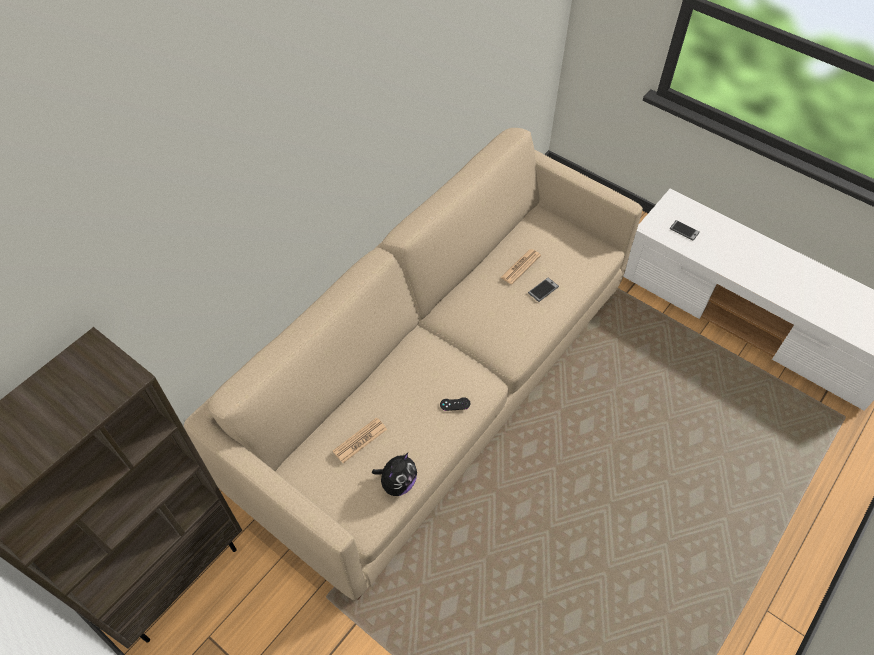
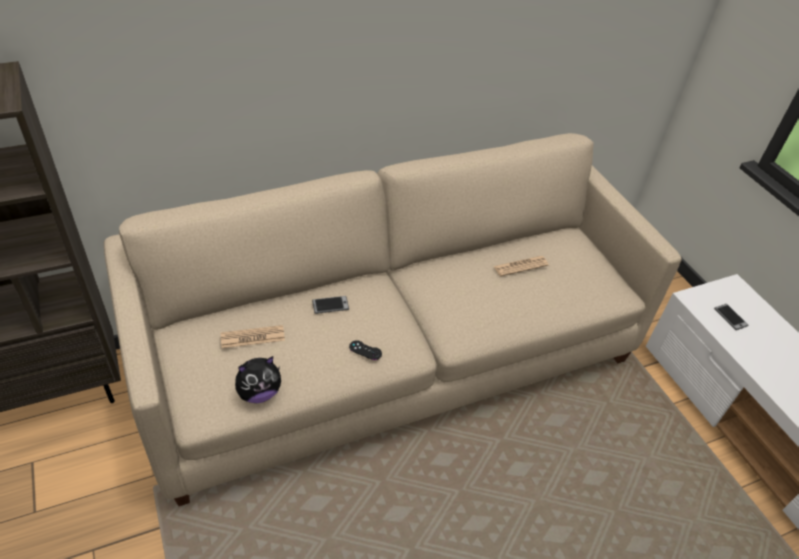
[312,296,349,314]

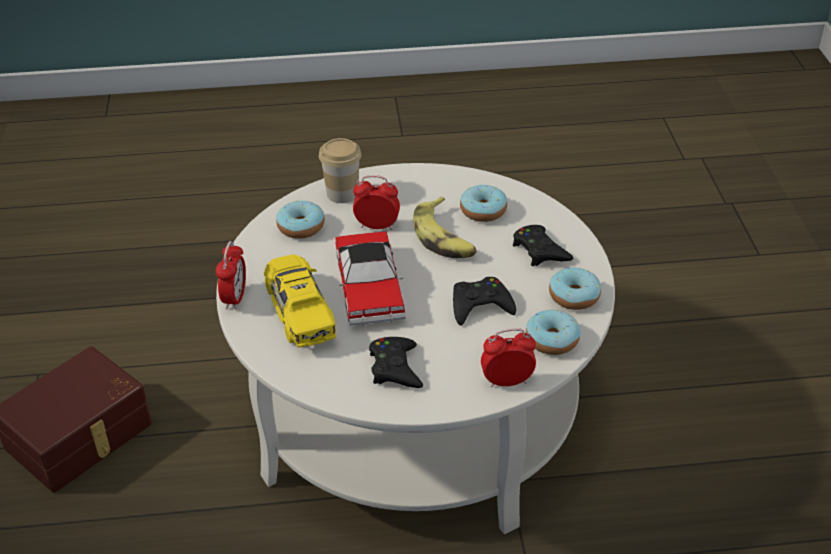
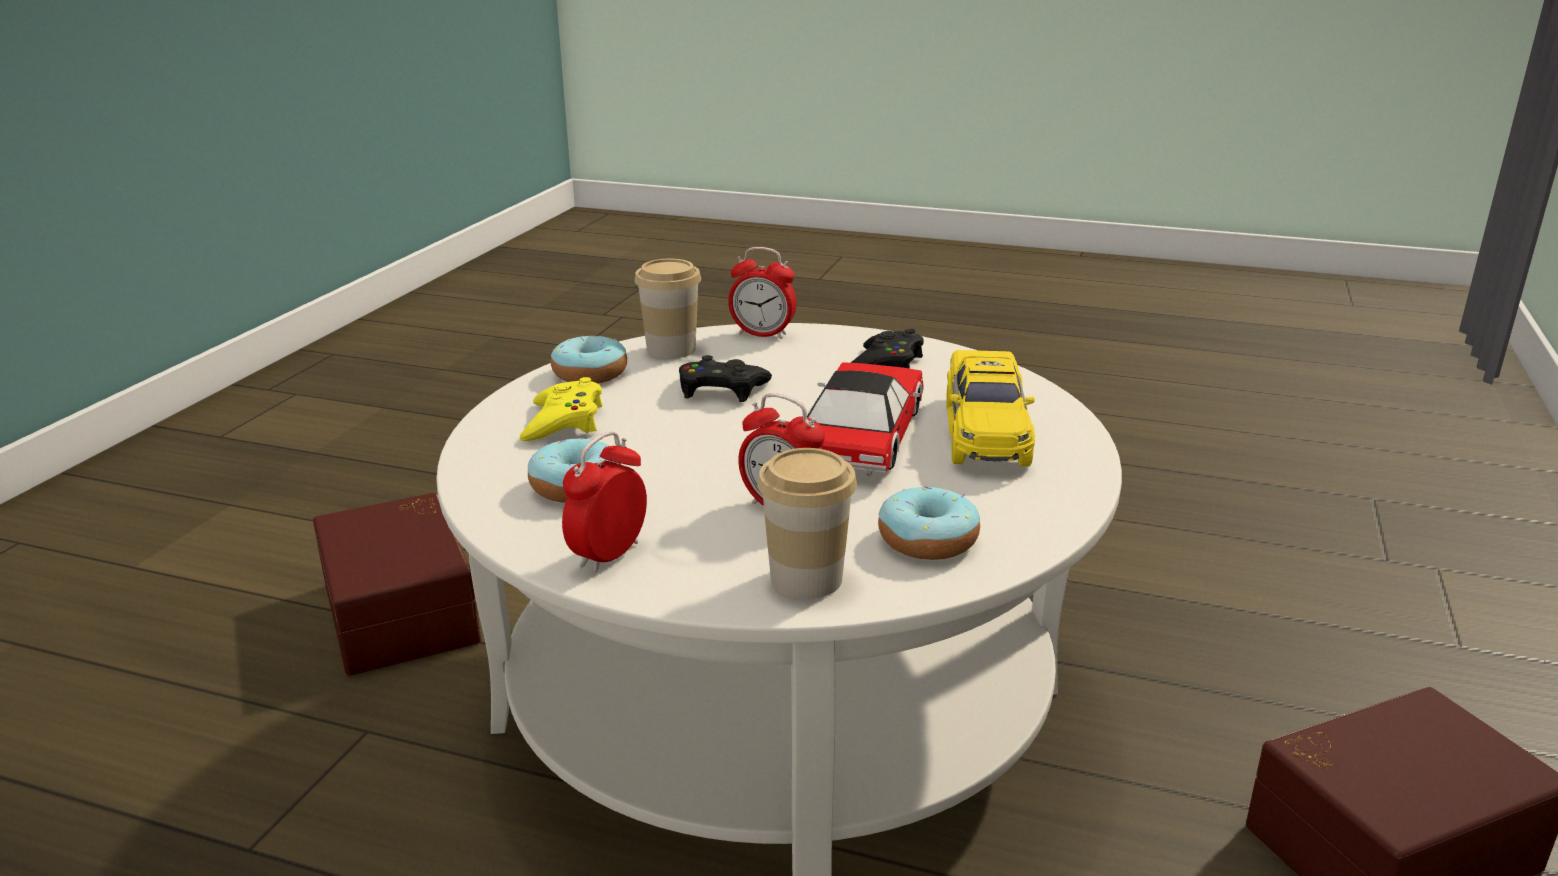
[313,493,481,676]
[520,377,603,441]
[562,431,647,572]
[635,259,701,359]
[413,197,477,258] (first image)

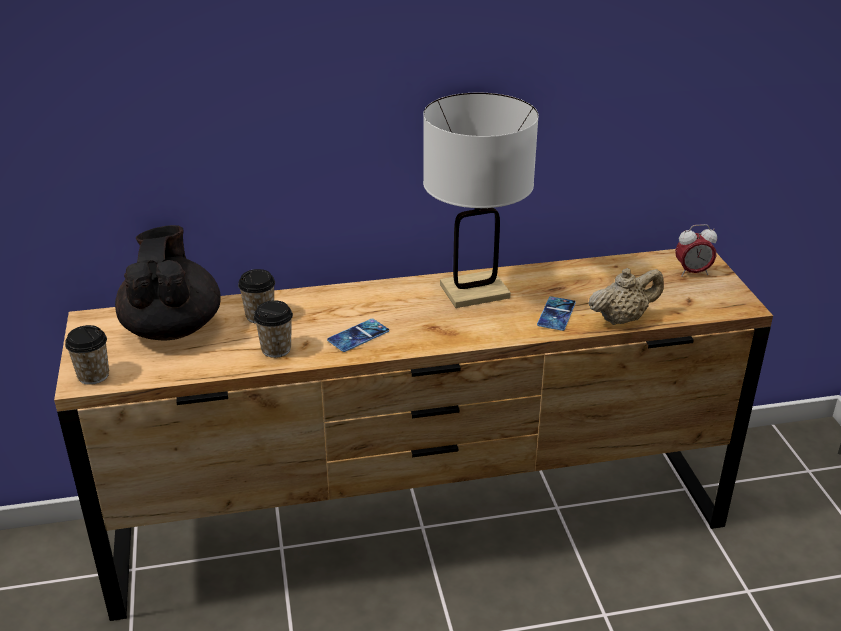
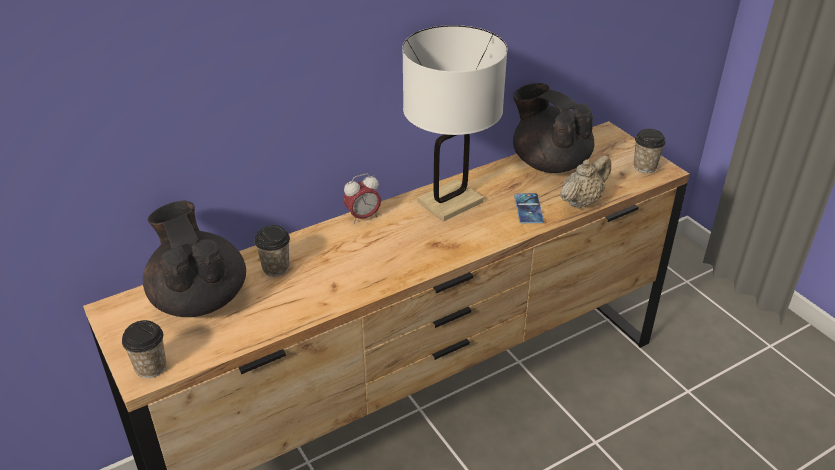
[343,174,381,224]
[513,83,594,173]
[634,129,666,173]
[327,319,389,352] (first image)

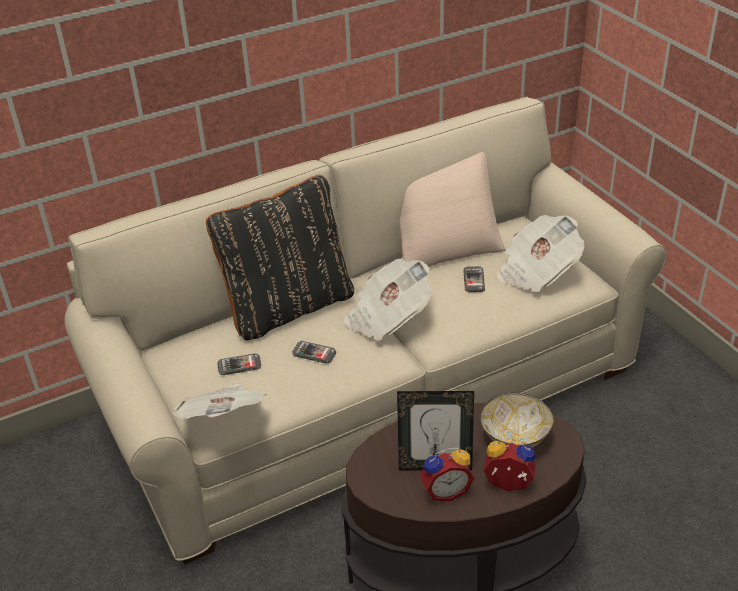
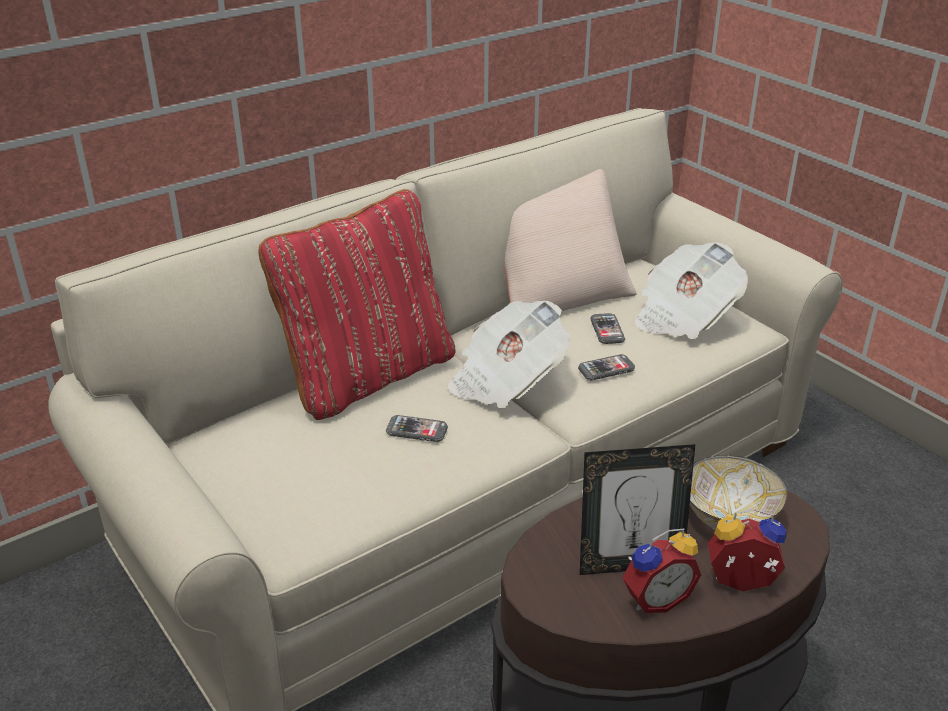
[258,189,456,420]
[578,354,635,380]
[172,383,267,419] (first image)

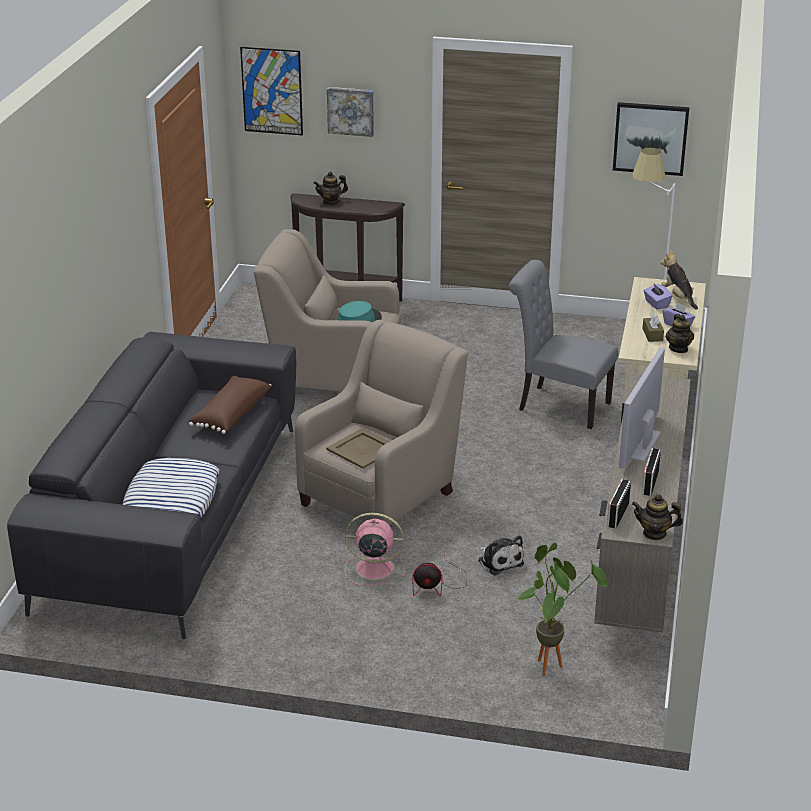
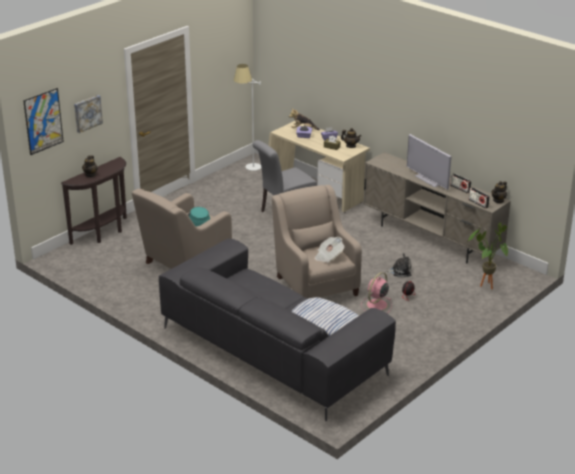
[314,237,344,263]
[188,376,272,434] (first image)
[613,102,689,176] (first image)

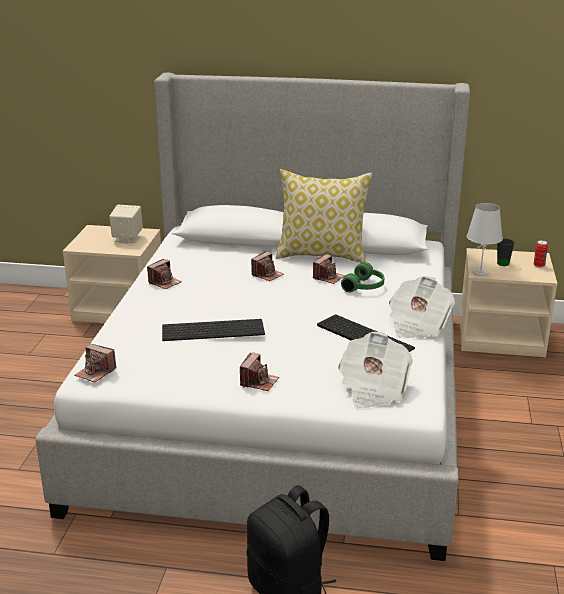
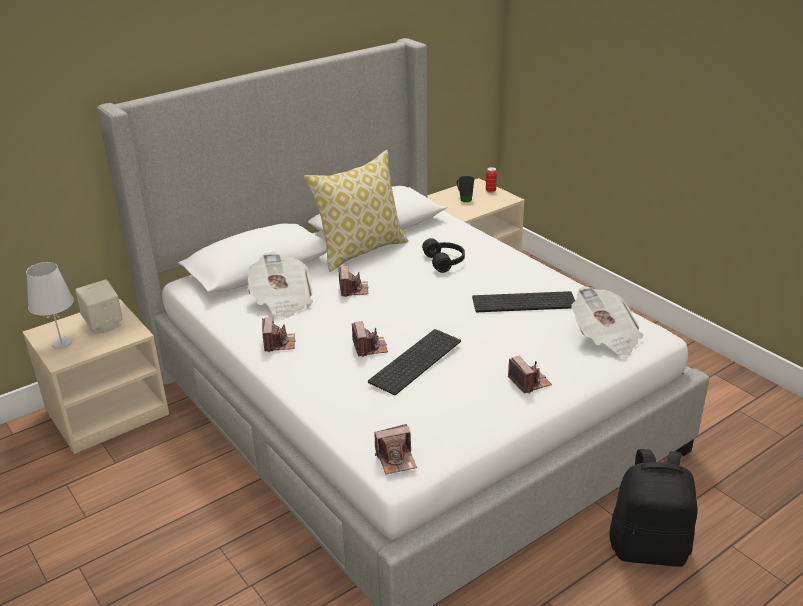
[26,262,74,349]
[248,252,313,320]
[352,321,388,357]
[422,238,465,273]

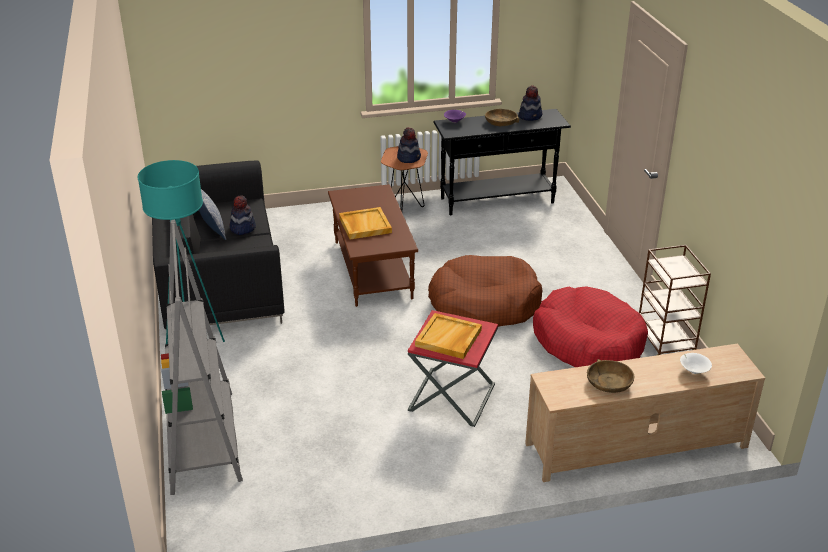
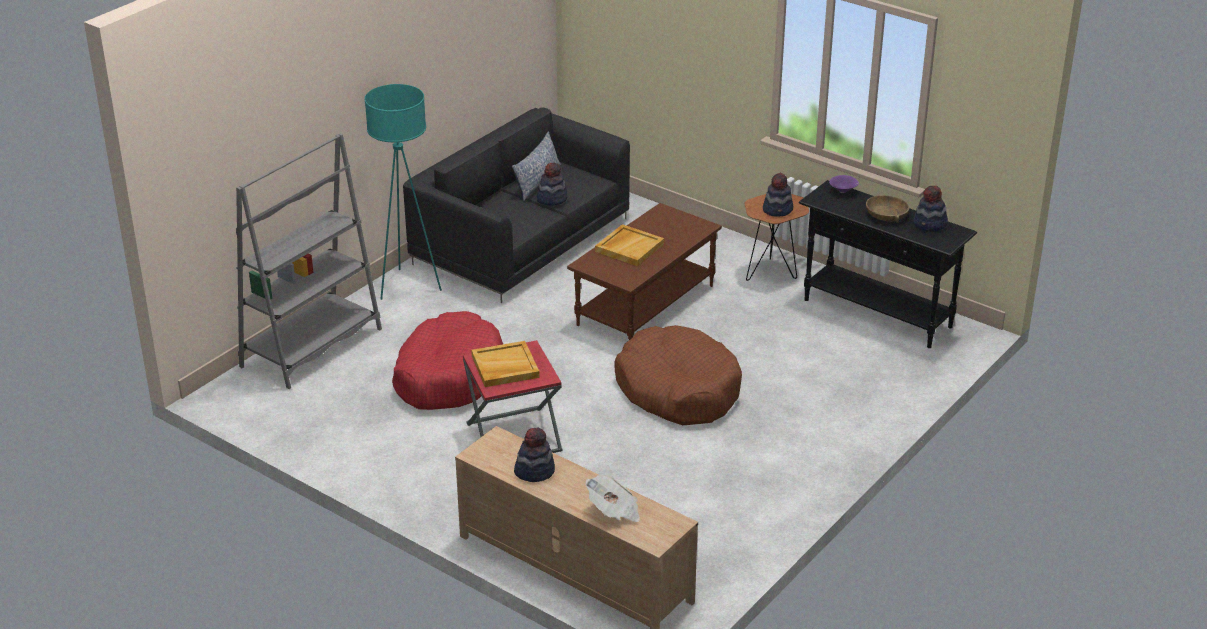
[392,311,503,410]
[514,428,555,482]
[585,475,640,522]
[639,245,711,355] (first image)

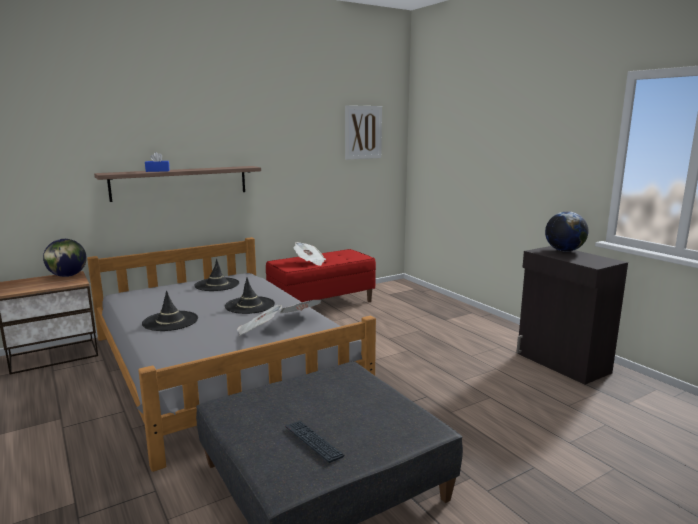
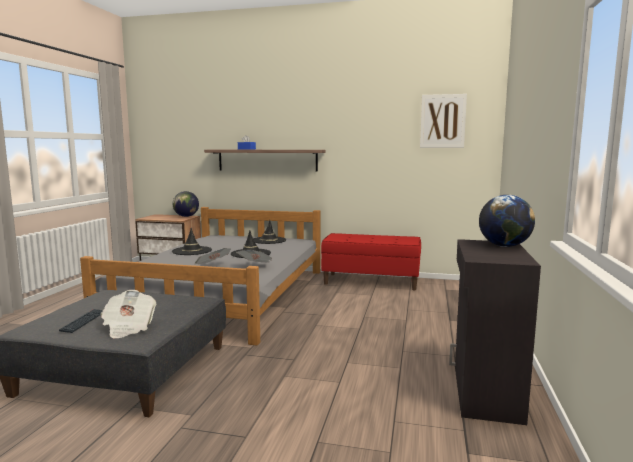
[101,290,156,339]

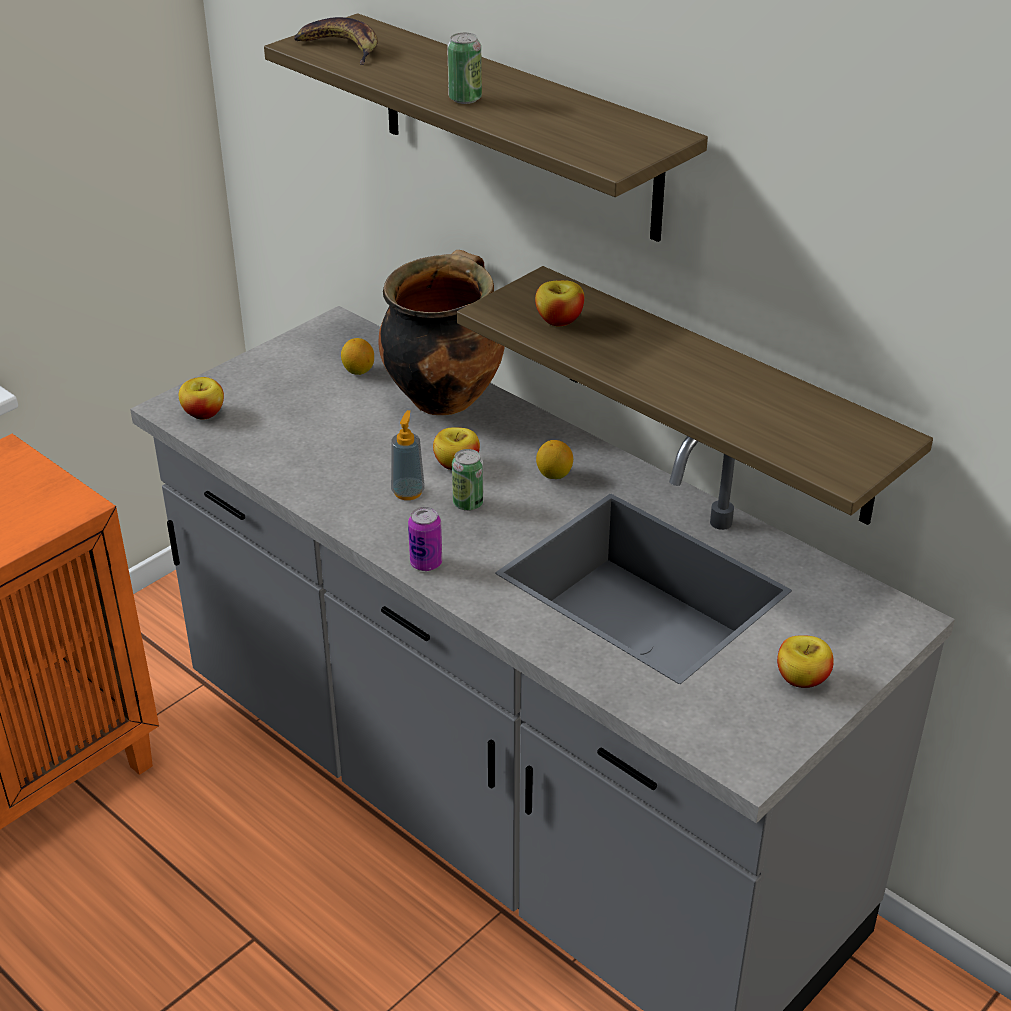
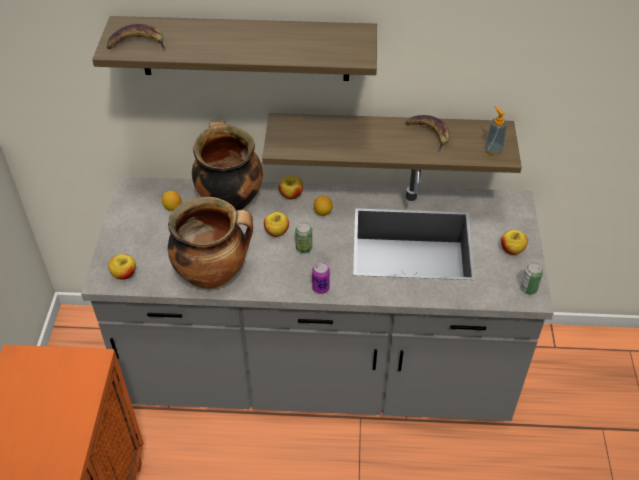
[168,197,253,289]
[279,176,303,199]
[406,115,450,152]
[484,106,507,156]
[520,262,543,295]

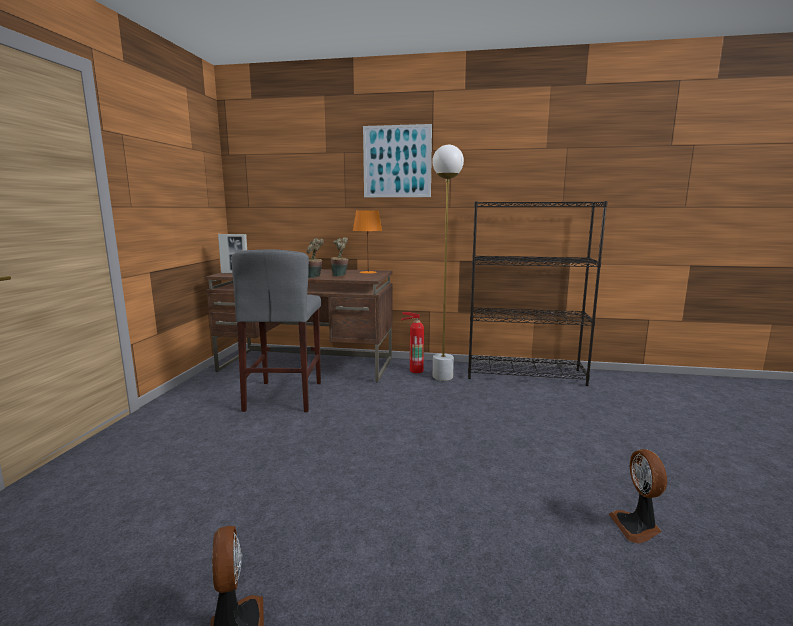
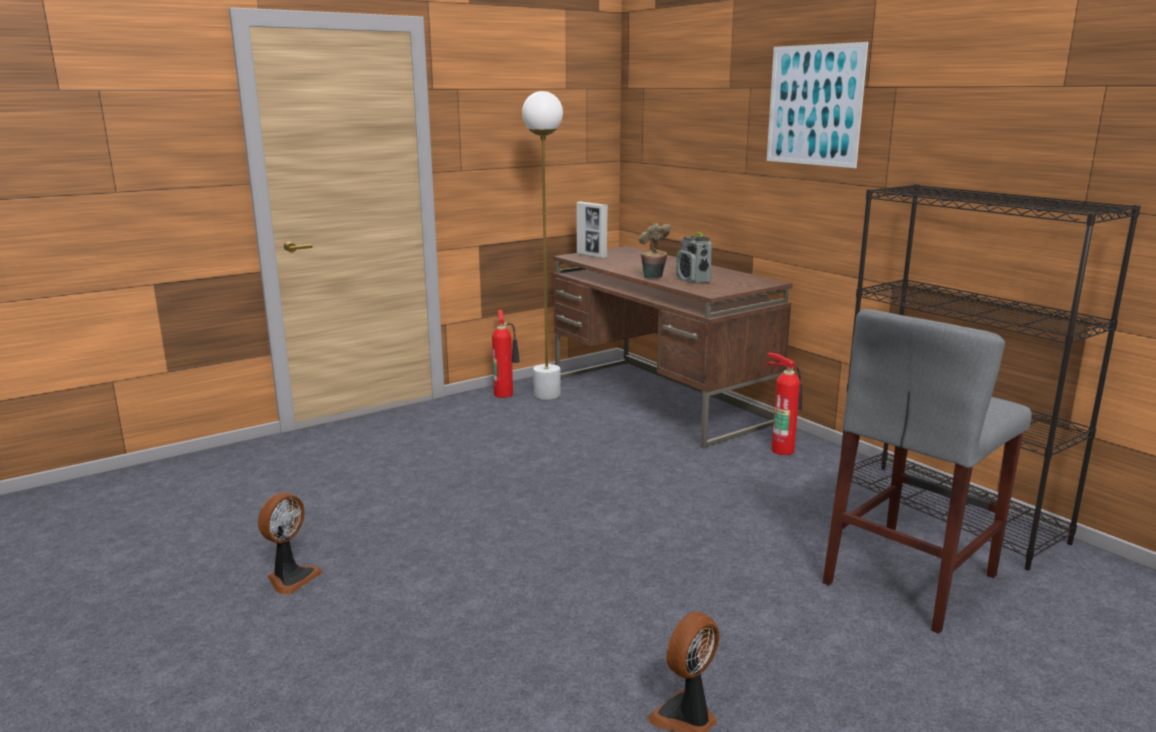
[492,310,520,398]
[522,91,563,400]
[676,232,712,284]
[823,309,1032,634]
[353,211,382,274] (first image)

